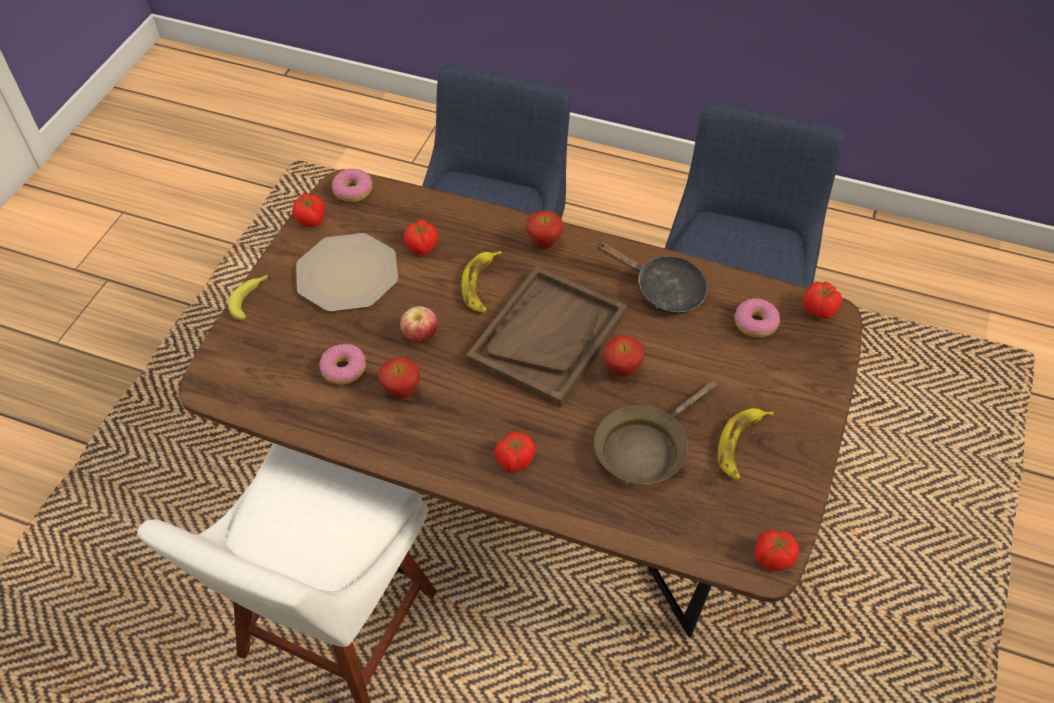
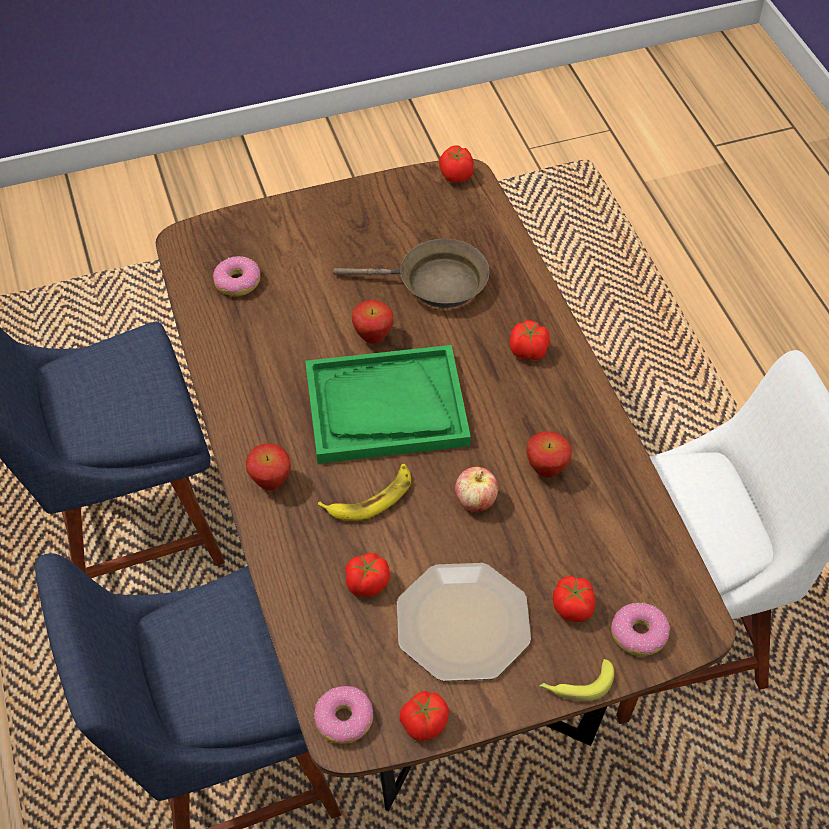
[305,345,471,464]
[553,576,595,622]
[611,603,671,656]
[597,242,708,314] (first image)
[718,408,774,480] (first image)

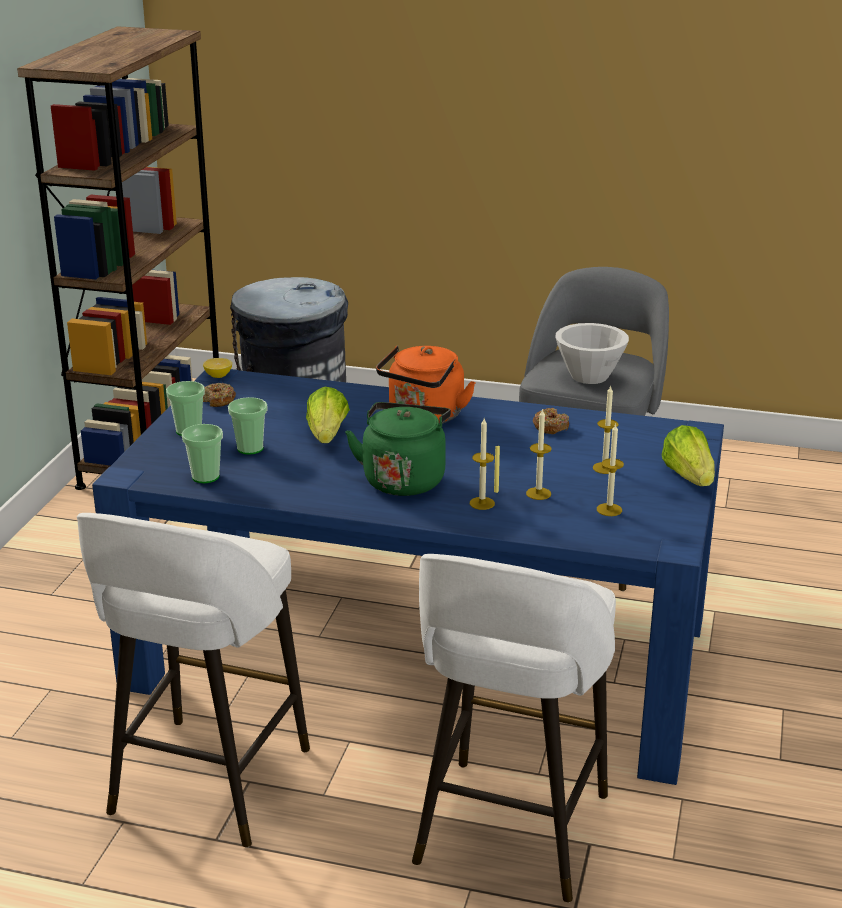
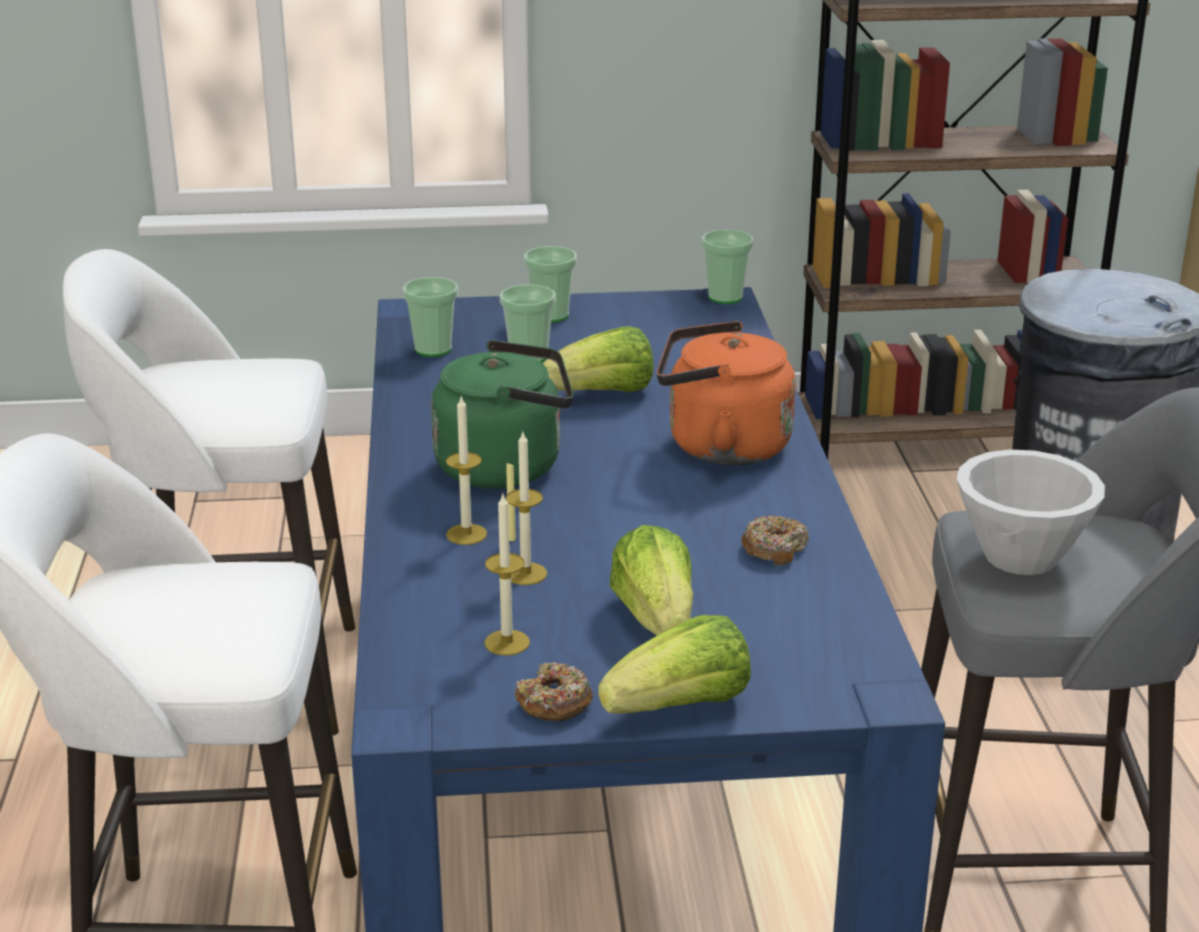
[515,662,593,721]
[610,525,693,636]
[702,230,754,304]

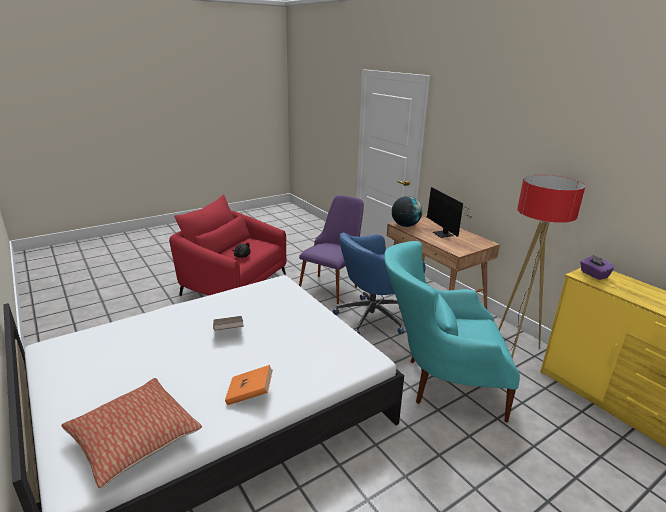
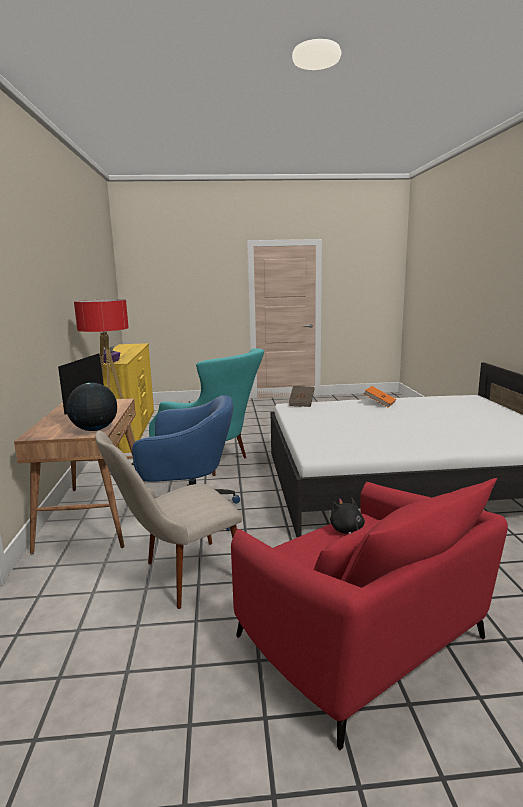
[95,431,242,609]
[289,386,315,407]
[61,378,202,489] (first image)

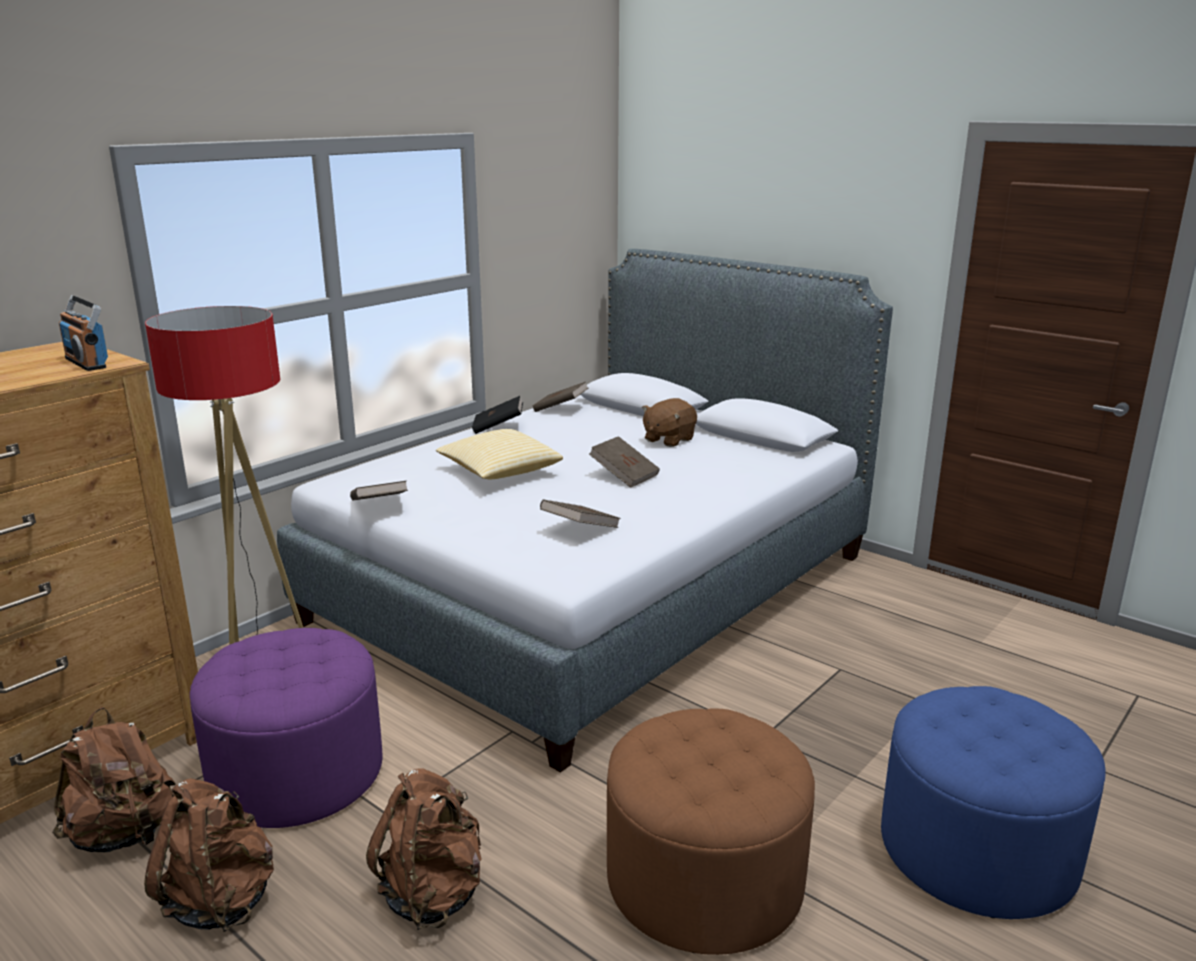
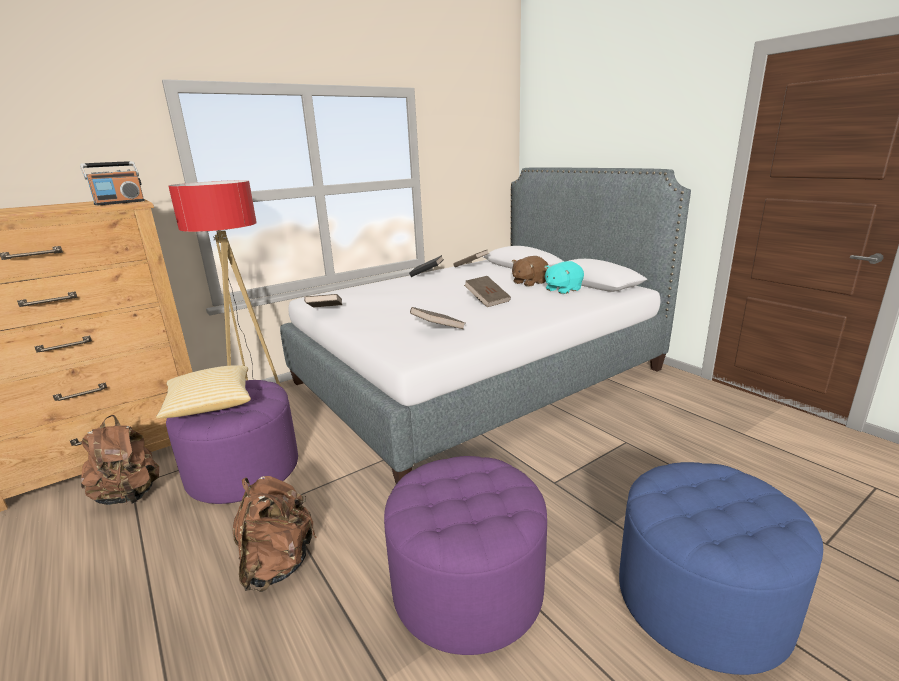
[80,161,145,206]
[156,365,251,418]
[384,456,547,655]
[545,261,584,294]
[144,778,274,932] (first image)

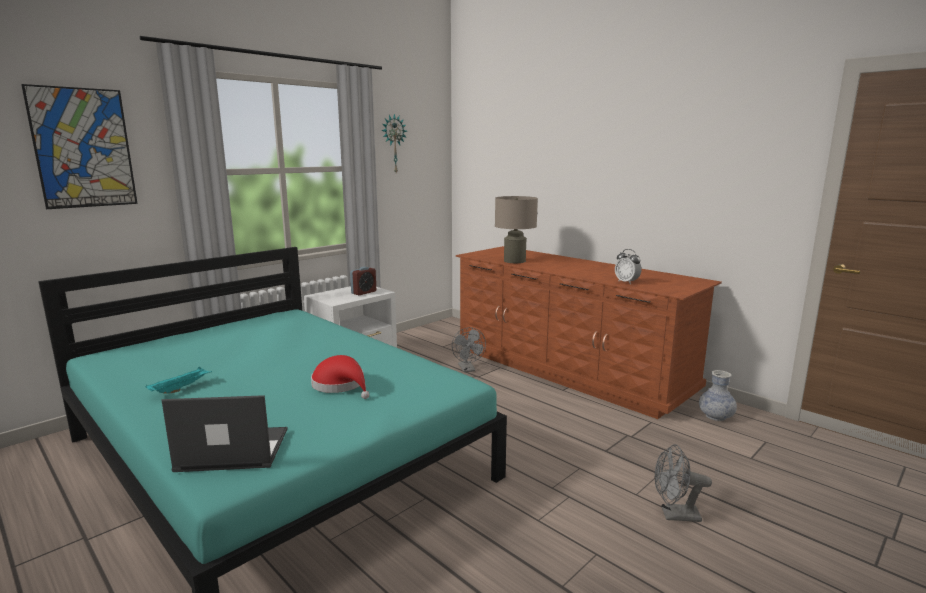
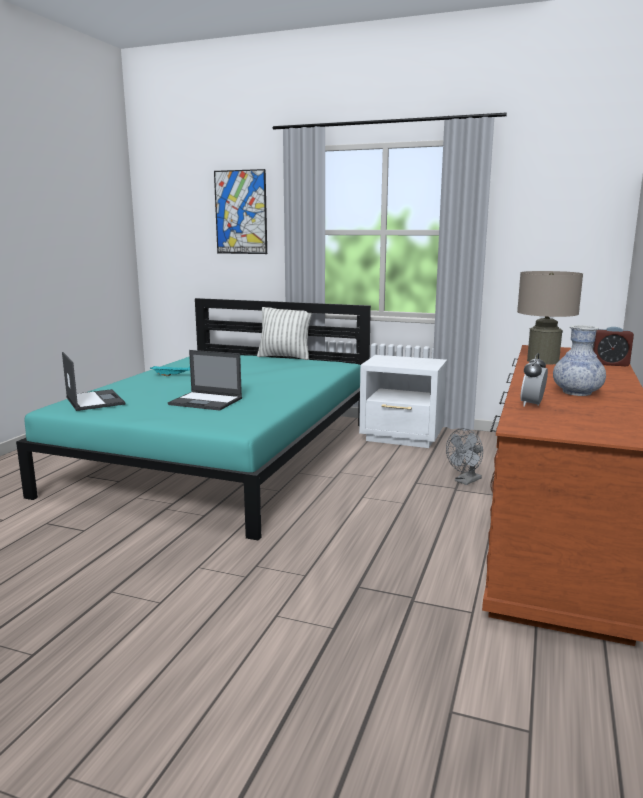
[168,350,242,411]
[257,307,312,360]
[553,325,606,396]
[593,327,634,366]
[382,114,407,172] (first image)
[654,444,712,522] (first image)

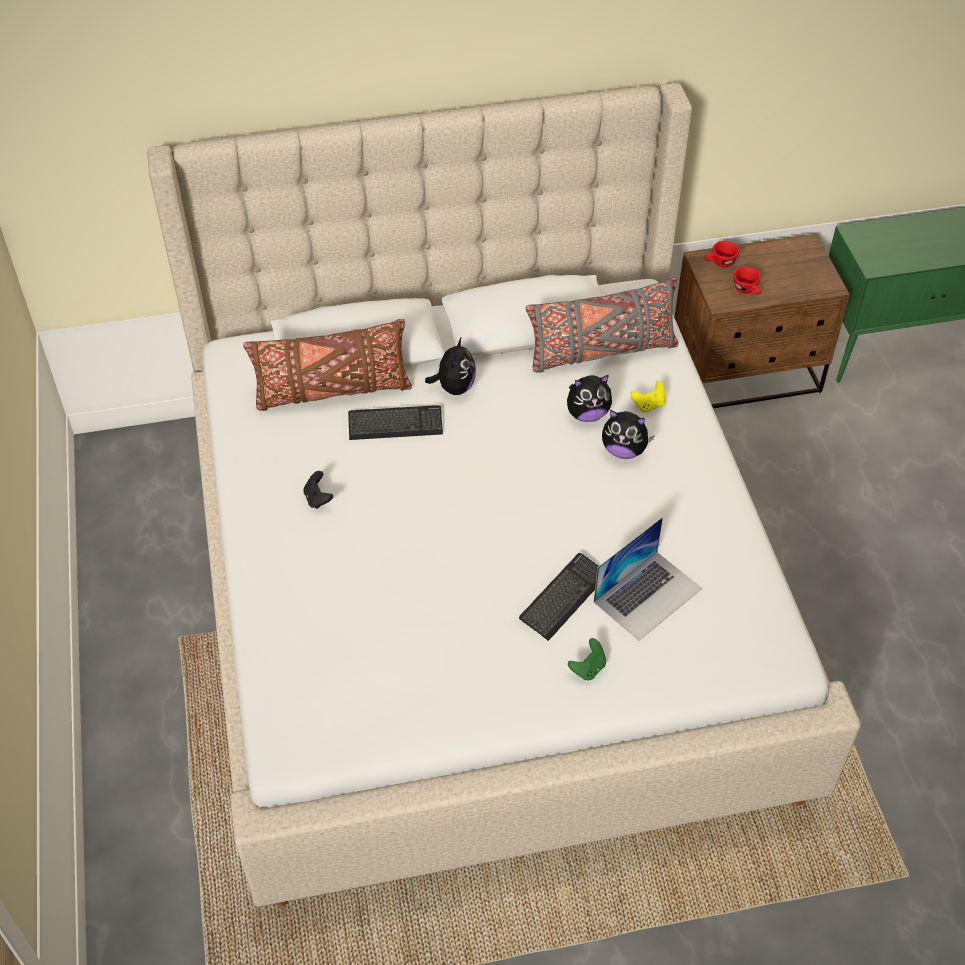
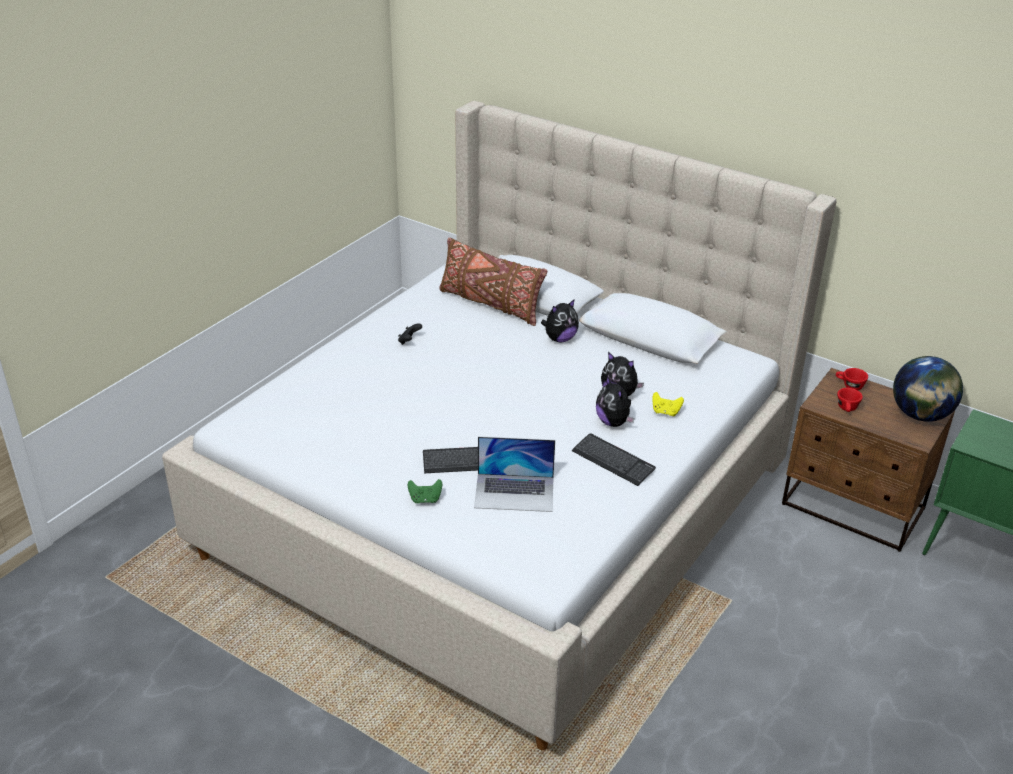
[572,433,656,486]
[893,356,963,422]
[526,278,678,373] (first image)

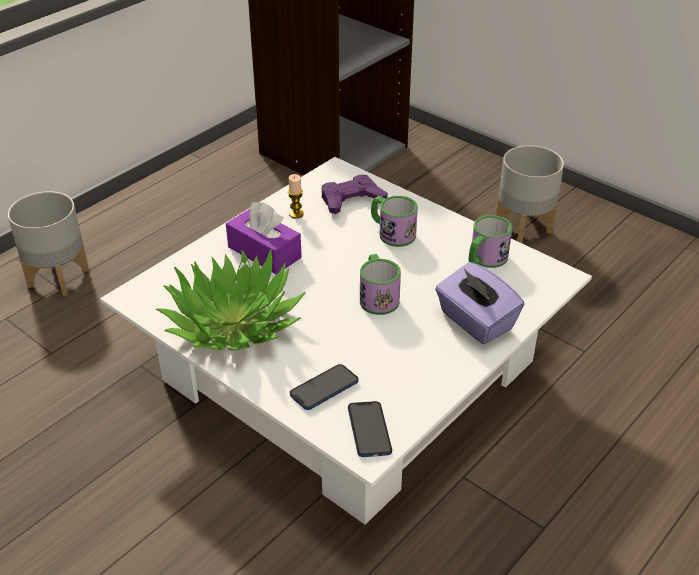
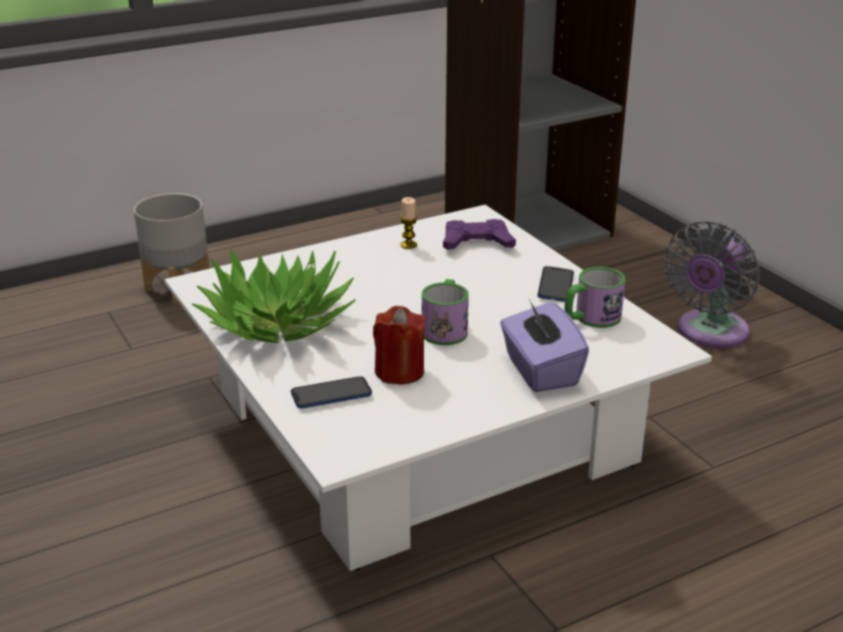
[373,306,425,385]
[537,266,574,302]
[664,221,760,348]
[226,202,302,275] (first image)
[371,196,418,247] (first image)

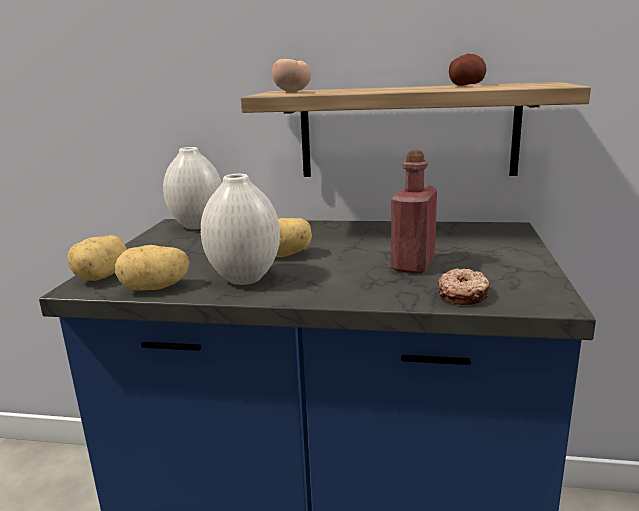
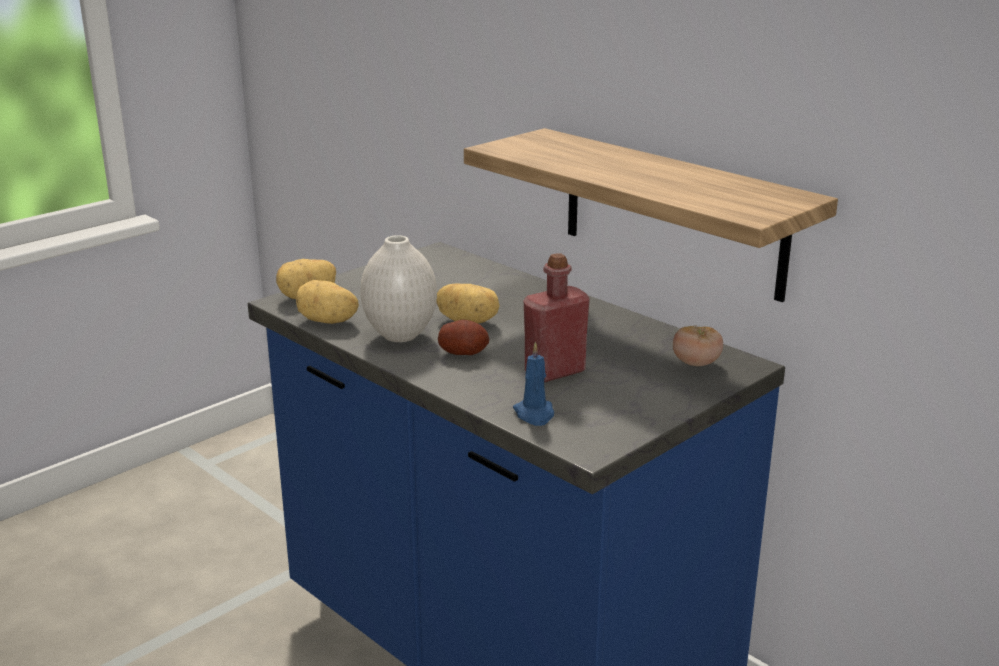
[438,320,489,355]
[513,341,554,426]
[673,325,723,366]
[163,147,221,229] (first image)

